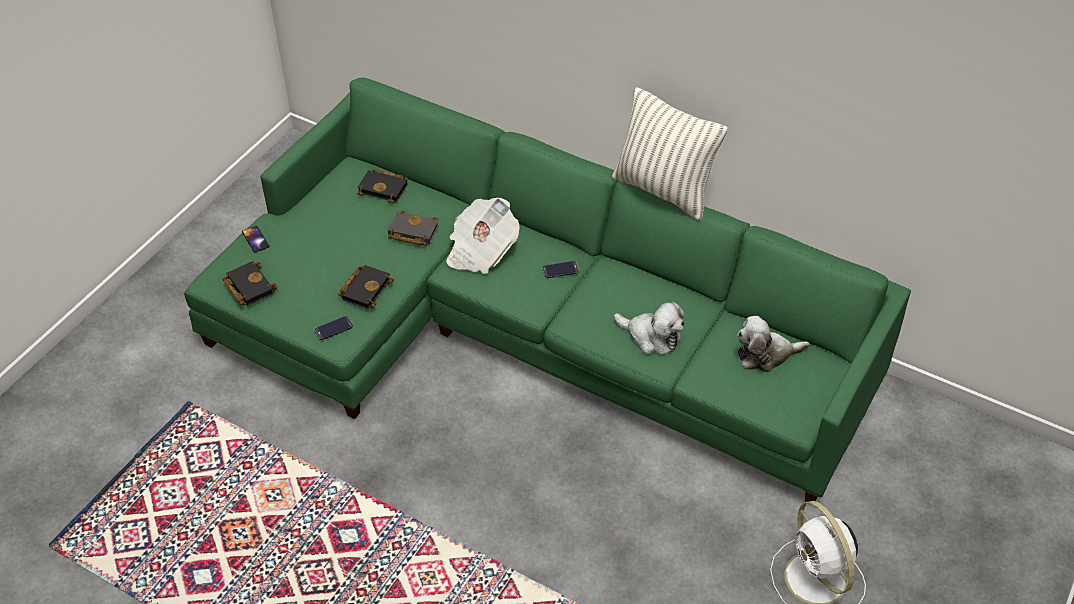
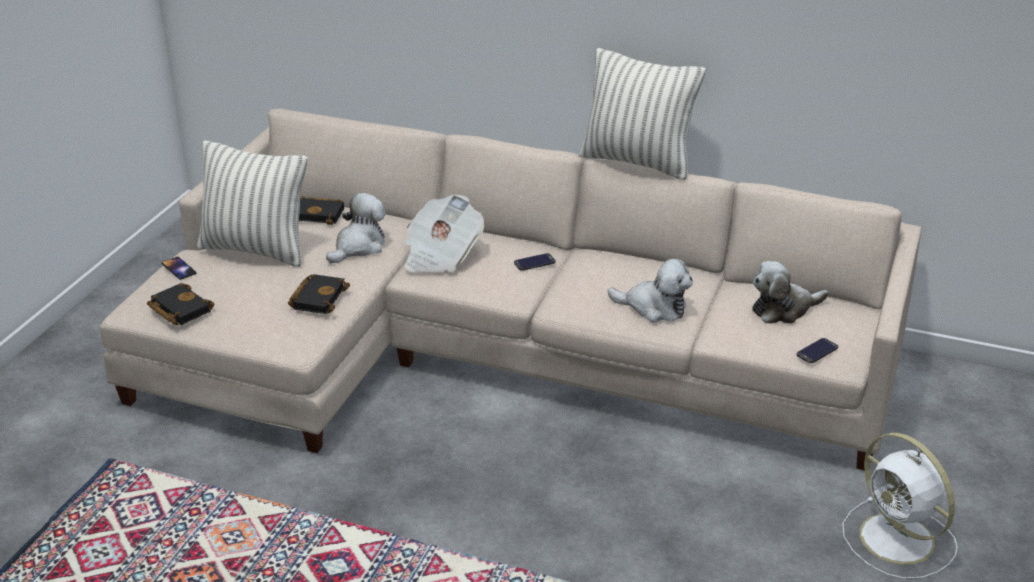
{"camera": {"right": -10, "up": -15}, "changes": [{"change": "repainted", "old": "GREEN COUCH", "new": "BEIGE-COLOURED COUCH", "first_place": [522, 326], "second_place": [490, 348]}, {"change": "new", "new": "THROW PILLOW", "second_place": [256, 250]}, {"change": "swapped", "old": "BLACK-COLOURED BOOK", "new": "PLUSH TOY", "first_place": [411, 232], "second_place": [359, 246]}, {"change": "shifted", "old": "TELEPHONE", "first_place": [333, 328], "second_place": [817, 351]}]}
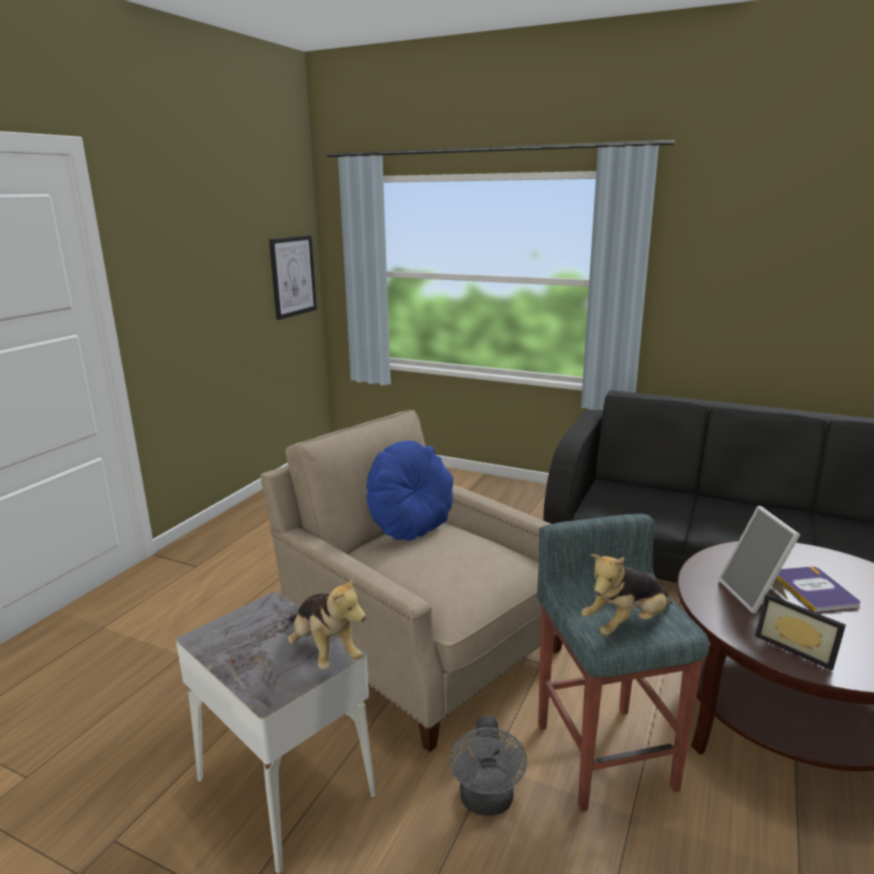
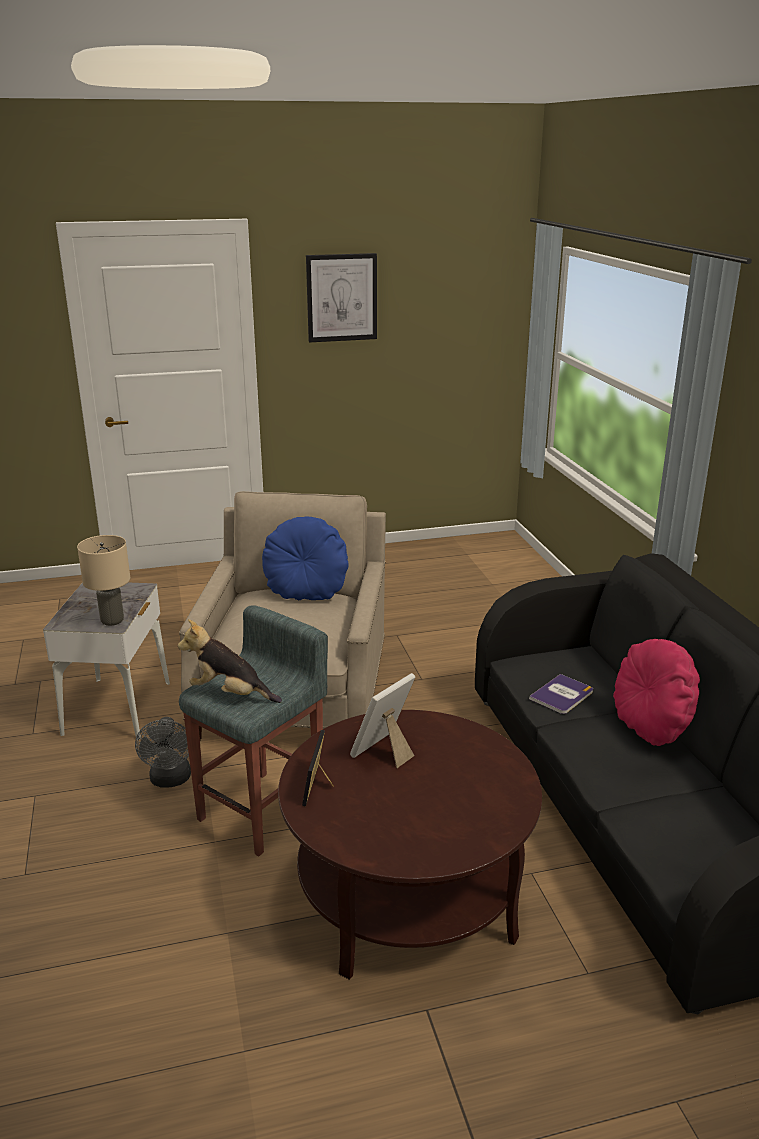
{"camera": {"right": 50, "up": 5}, "changes": [{"change": "swapped", "old": "PLUSH TOY", "new": "BEIGE-COLOURED LAMP FOR A TABLE", "first_place": [324, 651], "second_place": [112, 620]}, {"change": "rotated", "old": "GREYISH FAN", "first_place": [487, 802], "second_place": [170, 780], "degrees": -60}, {"change": "shifted", "old": "WALL ART", "first_place": [293, 276], "second_place": [341, 297]}, {"change": "shifted", "old": "BOOK", "first_place": [814, 589], "second_place": [562, 695]}, {"change": "new", "new": "PINKISH THROW PILLOW", "second_place": [650, 729]}]}
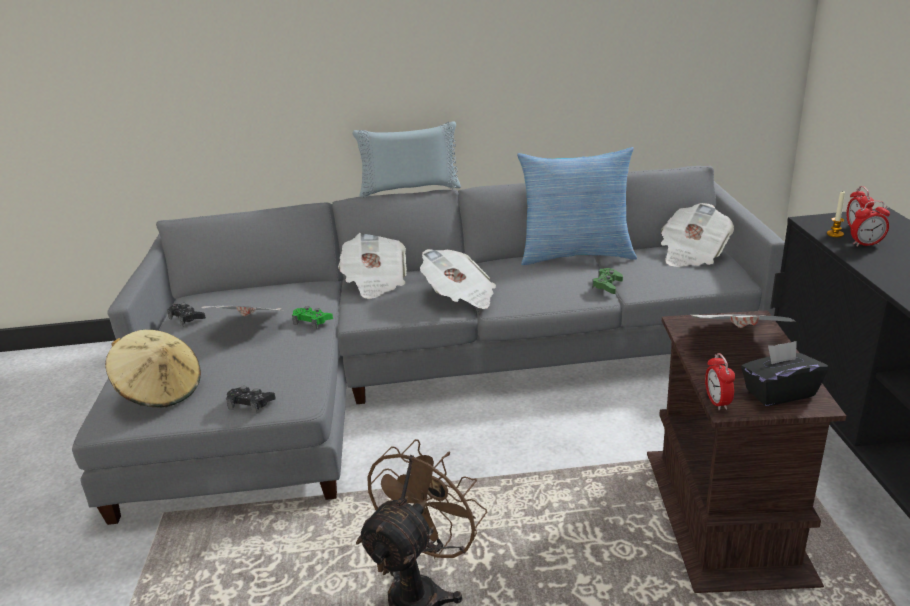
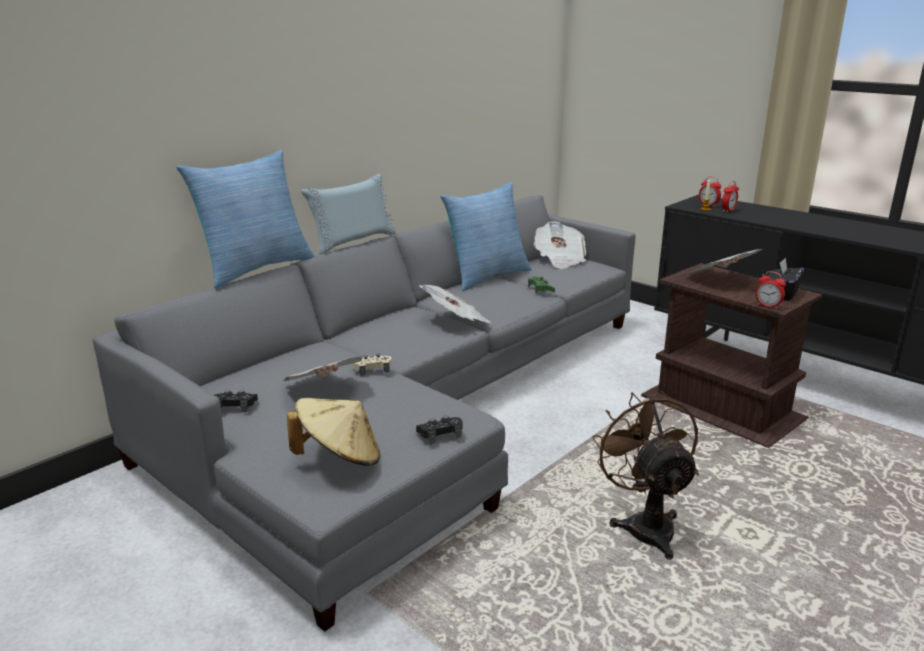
{"camera": {"right": -45, "up": -5}, "changes": [{"change": "new", "new": "THROW PILLOW", "second_place": [255, 269]}, {"change": "repainted", "old": "GREEN JOYPAD", "new": "BEIGE-COLOURED JOYPAD", "first_place": [312, 321], "second_place": [372, 369]}, {"change": "gone", "old": "PRINTED PAPER", "first_place": [375, 282]}]}
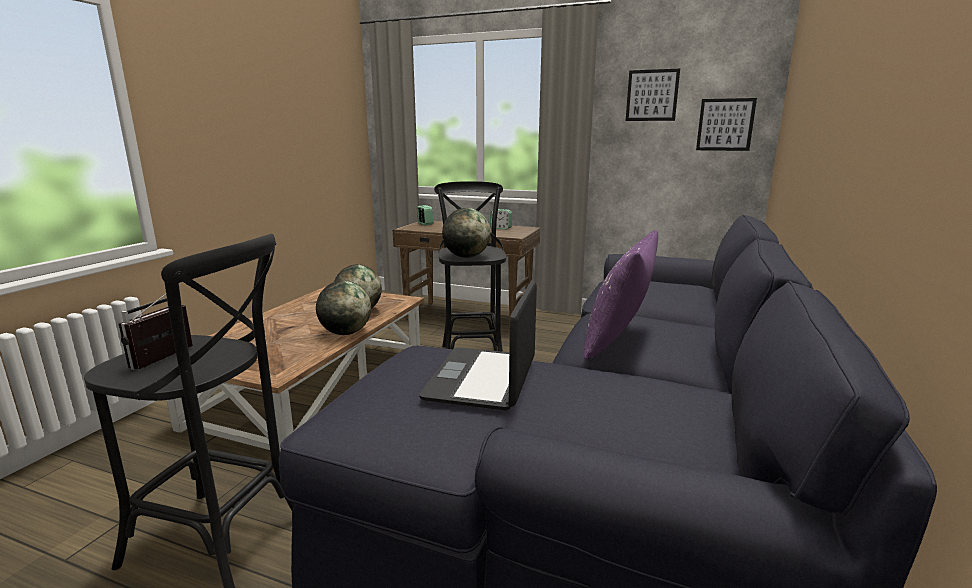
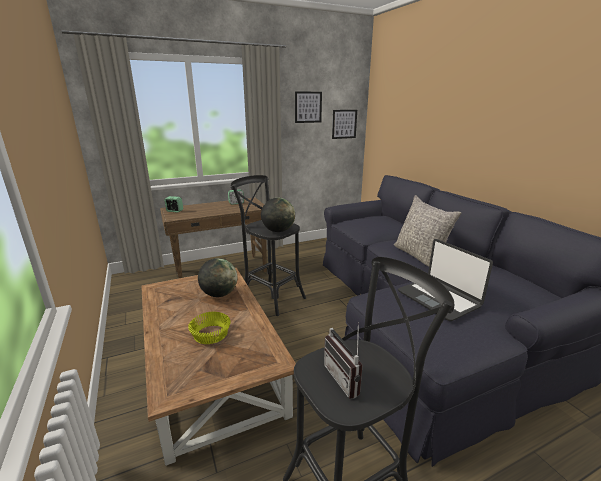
{"camera": {"right": -45, "up": 5}, "changes": [{"change": "new", "new": "YELLOW-COLOURED DEEP DISH", "second_place": [211, 334]}, {"change": "repainted", "old": "PURPLE THROW PILLOW", "new": "GREYISH THROW PILLOW", "first_place": [617, 341], "second_place": [420, 256]}, {"change": "gone", "old": "WORLD GLOBE", "first_place": [345, 333]}]}
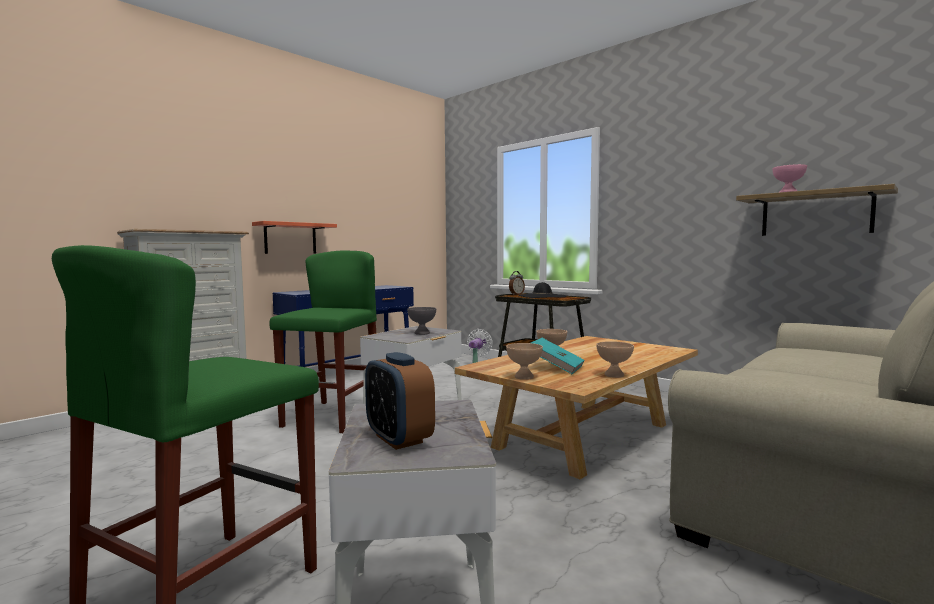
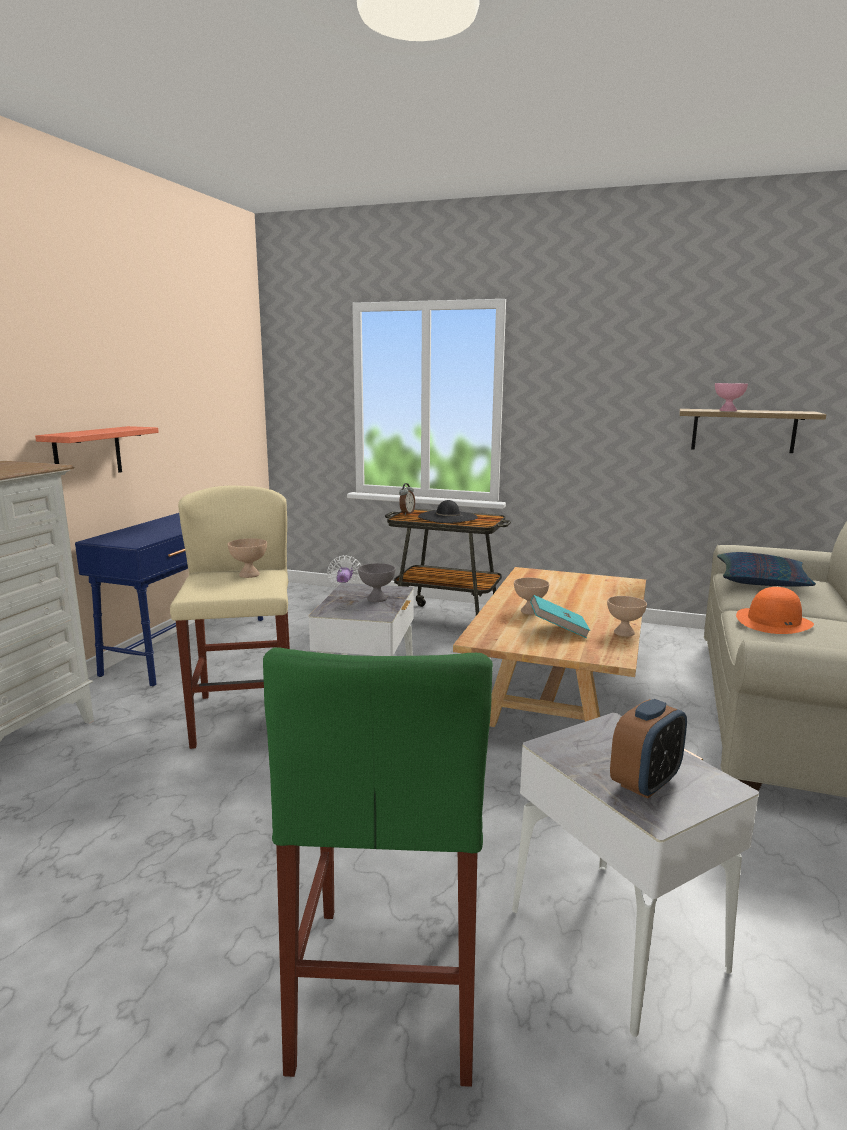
{"camera": {"right": -25, "up": 10}, "changes": [{"change": "repainted", "old": "GREEN SITTING STOOL", "new": "BEIGE-COLOURED SITTING STOOL", "first_place": [332, 416], "second_place": [244, 717]}, {"change": "shifted", "old": "BEIGE-COLOURED DEEP DISH", "first_place": [524, 377], "second_place": [250, 574]}, {"change": "rotated", "old": "TABLE CLOCK", "first_place": [399, 439], "second_place": [645, 783], "degrees": -75}, {"change": "new", "new": "BLUISH THROW PILLOW", "second_place": [761, 582]}, {"change": "new", "new": "ORANGE WEARABLE HAT", "second_place": [774, 622]}]}
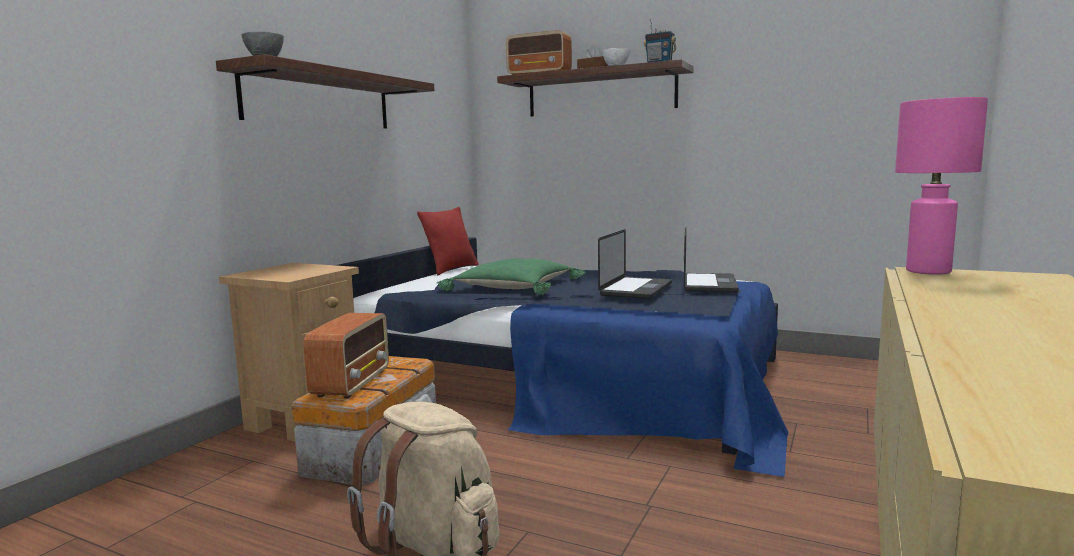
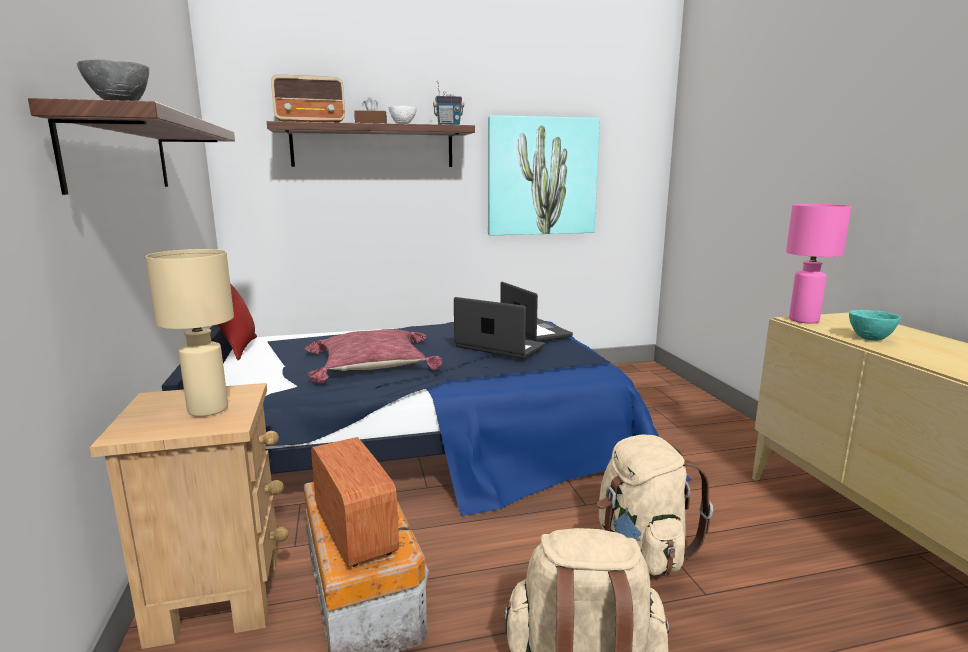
{"camera": {"right": -40, "up": 5}, "changes": [{"change": "new", "new": "BEIGE-COLOURED LAMP FOR A TABLE", "second_place": [207, 410]}, {"change": "repainted", "old": "GREEN THROW PILLOW", "new": "RED-COLOURED THROW PILLOW", "first_place": [513, 285], "second_place": [373, 362]}, {"change": "rotated", "old": "PORTABLE COMPUTER", "first_place": [636, 289], "second_place": [499, 347], "degrees": -45}, {"change": "new", "new": "WALL ART", "second_place": [542, 176]}, {"change": "new", "new": "BEIGE-COLOURED KNAPSACK", "second_place": [642, 550]}, {"change": "new", "new": "TURQUOISE-COLOURED DEEP DISH", "second_place": [870, 339]}]}
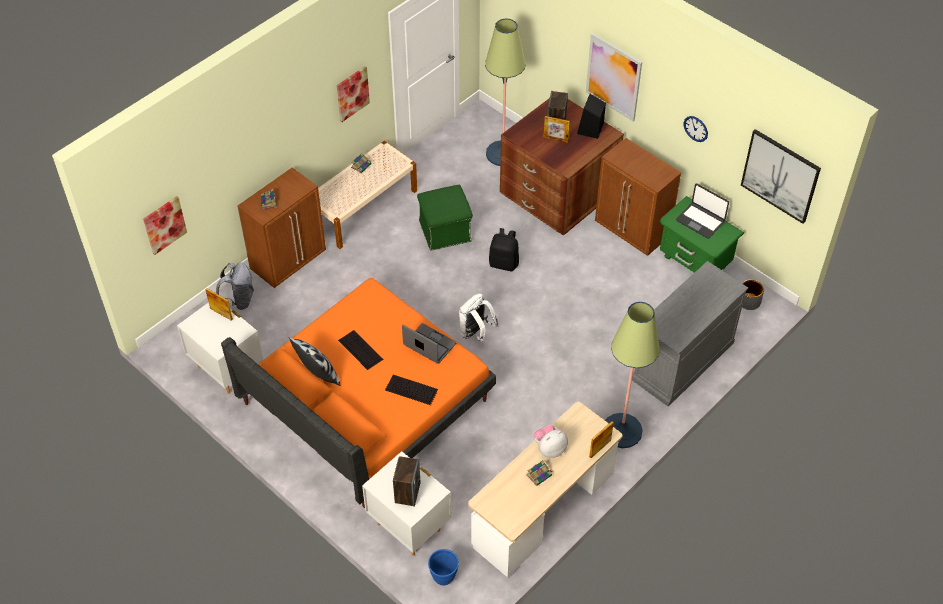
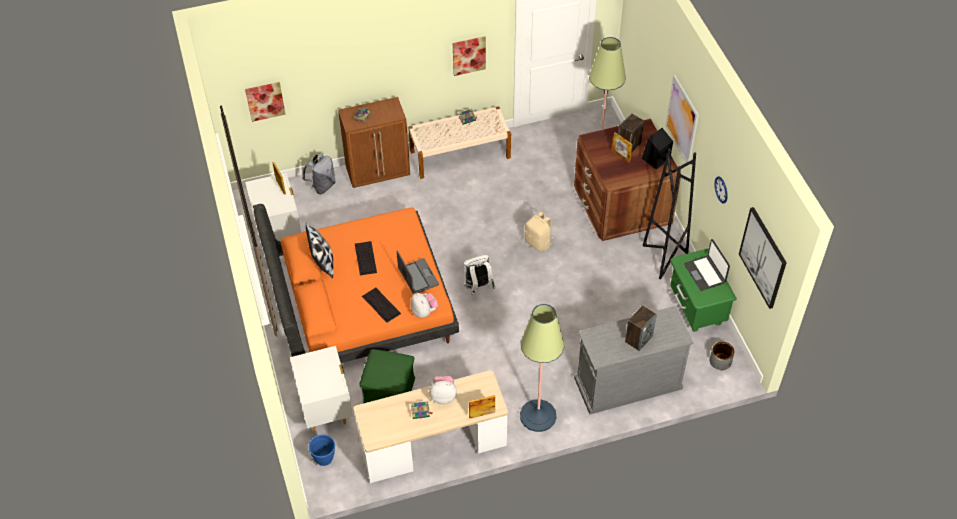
{"camera": {"right": 30, "up": 0}, "changes": [{"change": "shifted", "old": "GREEN OTTOMAN", "first_place": [445, 231], "second_place": [390, 392]}, {"change": "new", "new": "PLUSH TOY", "second_place": [424, 311]}, {"change": "repainted", "old": "BLACK-COLOURED KNAPSACK", "new": "BEIGE-COLOURED KNAPSACK", "first_place": [504, 263], "second_place": [538, 243]}, {"change": "shifted", "old": "SPEAKER", "first_place": [407, 492], "second_place": [638, 339]}, {"change": "swapped", "old": "BROWNISH STORAGE CABINET", "new": "BLACK-COLOURED GARMENT RACK", "first_place": [632, 228], "second_place": [663, 259]}]}
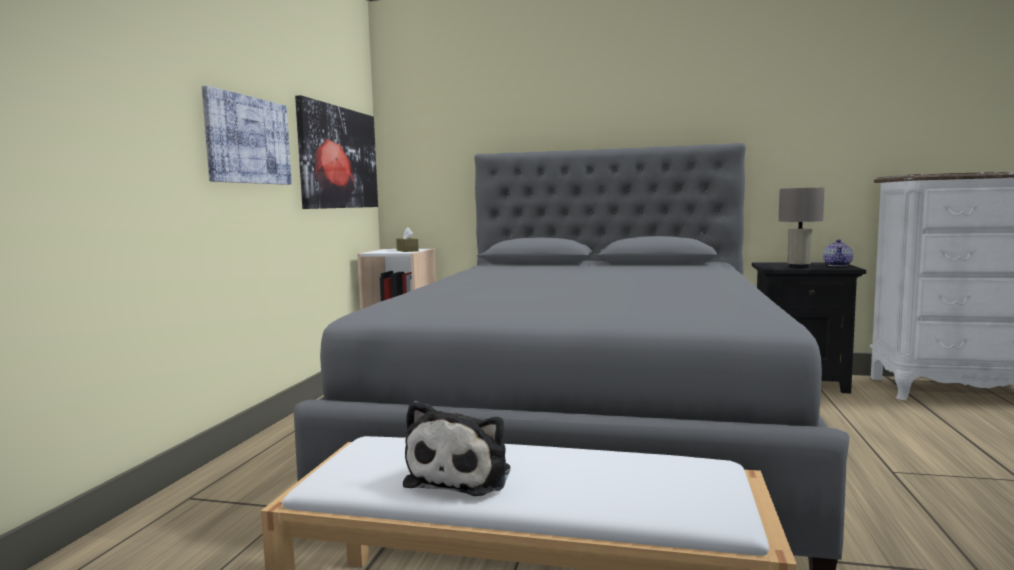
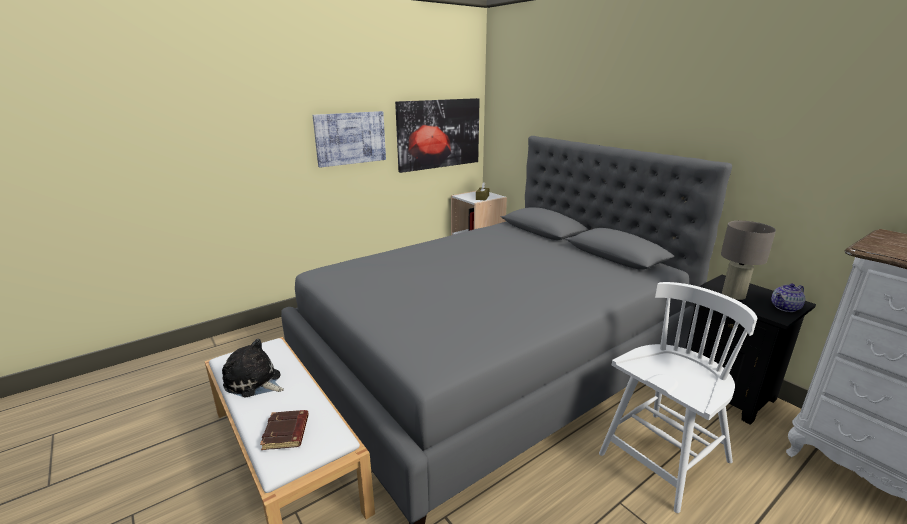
{"camera": {"right": 40, "up": 15}, "changes": [{"change": "rotated", "old": "PLUSH TOY", "first_place": [462, 475], "second_place": [254, 383], "degrees": 60}, {"change": "new", "new": "BROWNISH BOOK", "second_place": [287, 433]}, {"change": "new", "new": "WHITE-COLOURED PLAIN CHAIR", "second_place": [663, 459]}]}
